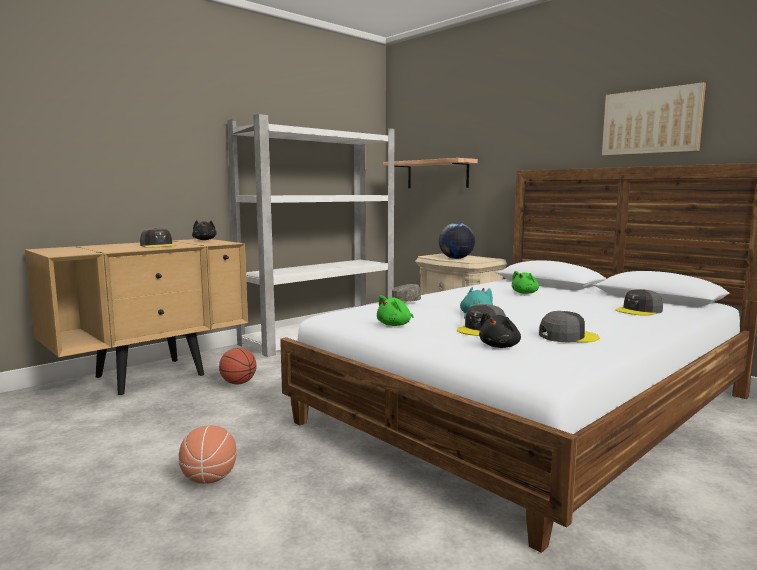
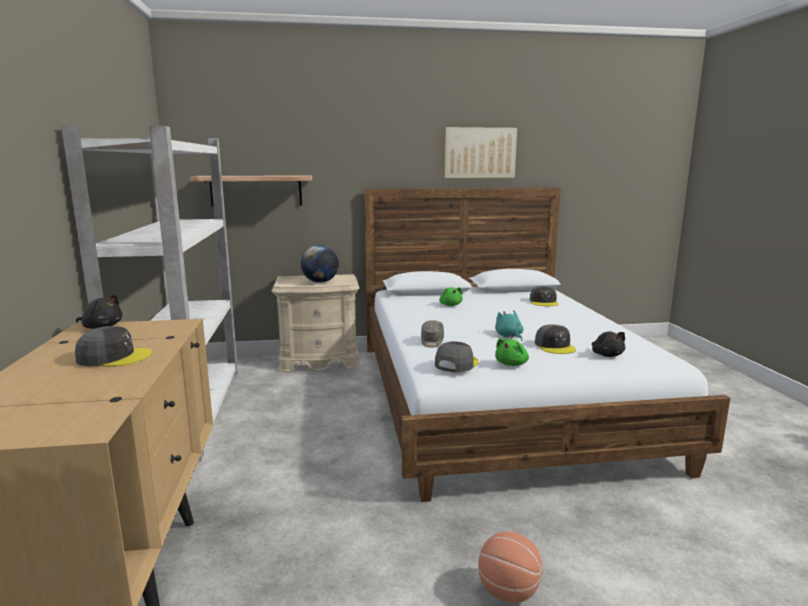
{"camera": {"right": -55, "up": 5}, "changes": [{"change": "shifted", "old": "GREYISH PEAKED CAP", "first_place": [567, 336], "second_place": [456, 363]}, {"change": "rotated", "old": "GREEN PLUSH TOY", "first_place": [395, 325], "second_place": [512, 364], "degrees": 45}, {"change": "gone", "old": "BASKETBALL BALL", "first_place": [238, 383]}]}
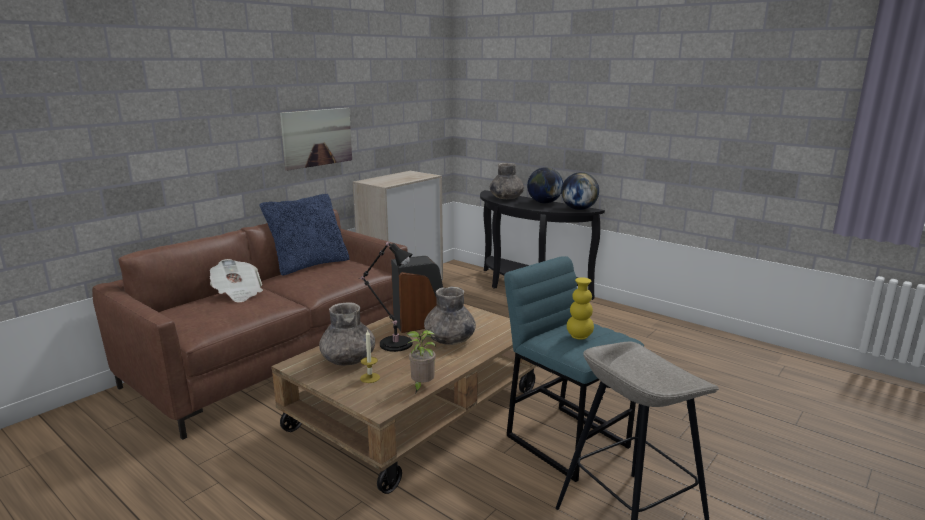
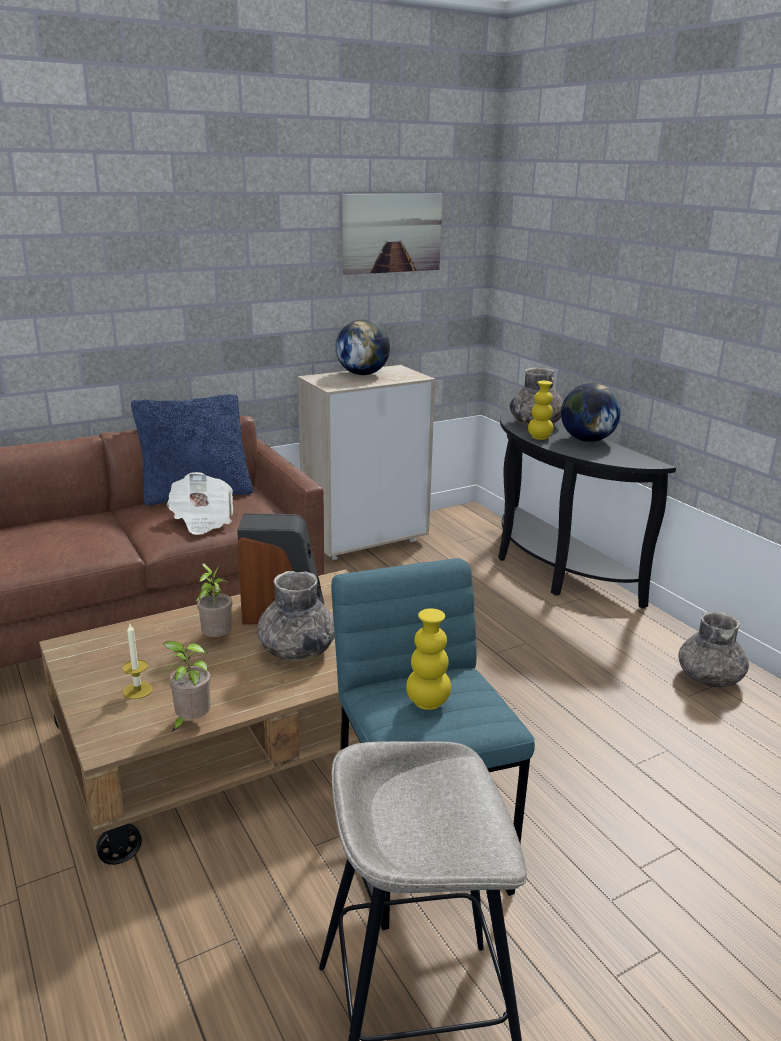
{"camera": {"right": 20, "up": 5}, "changes": [{"change": "shifted", "old": "PRINTED PAPER", "first_place": [238, 293], "second_place": [202, 520]}, {"change": "swapped", "old": "BLACK-COLOURED LAMP FOR A TABLE", "new": "HOUSEPLANT", "first_place": [393, 343], "second_place": [217, 639]}, {"change": "shifted", "old": "WORLD GLOBE", "first_place": [578, 209], "second_place": [362, 374]}, {"change": "shifted", "old": "WALL ART", "first_place": [317, 137], "second_place": [392, 233]}, {"change": "new", "new": "YELLOW-COLOURED VASE", "second_place": [539, 438]}, {"change": "shifted", "old": "GREYISH VASE", "first_place": [348, 359], "second_place": [709, 678]}]}
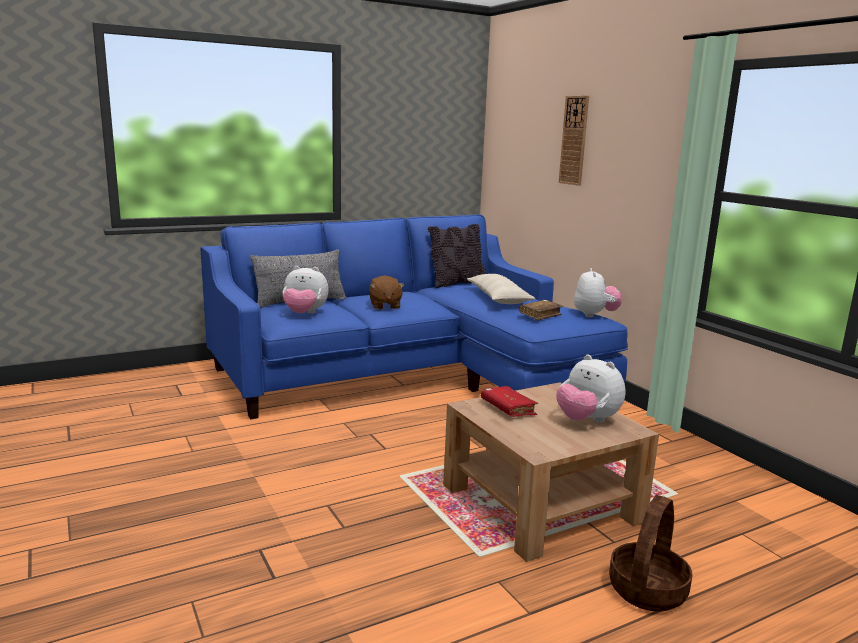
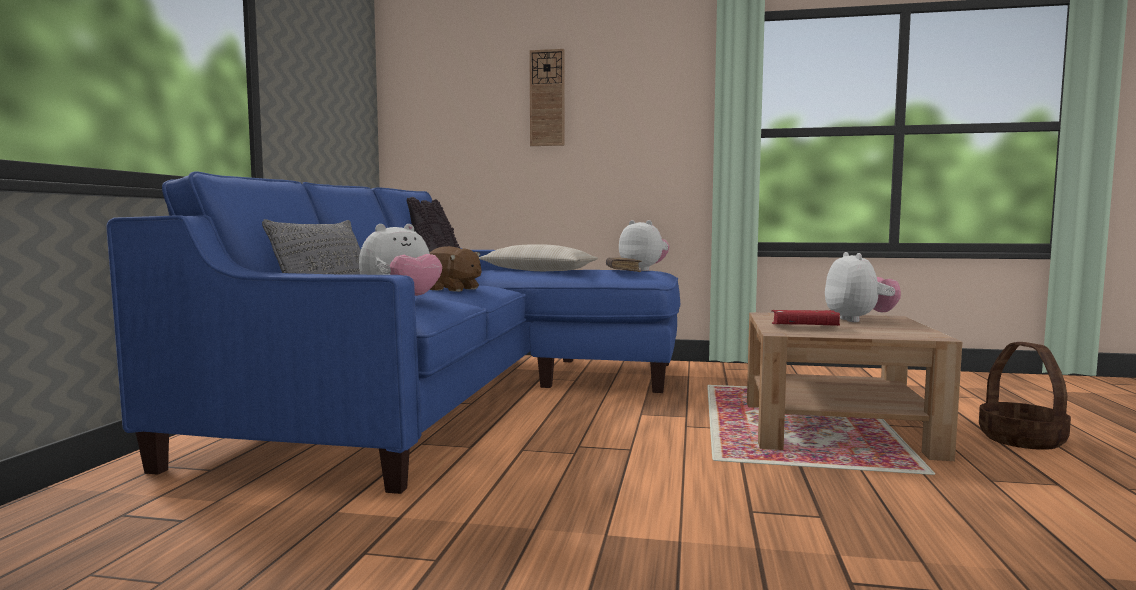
{"camera": {"right": -50, "up": -10}, "changes": [{"change": "rotated", "old": "PLUSH TOY", "first_place": [587, 420], "second_place": [859, 320], "degrees": -90}]}
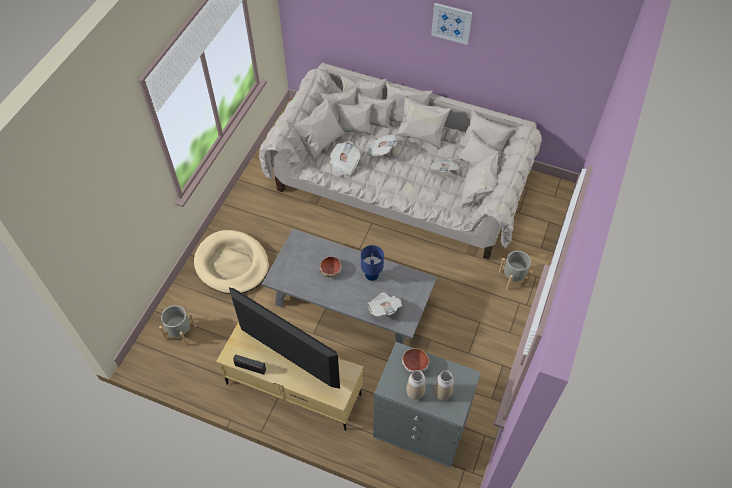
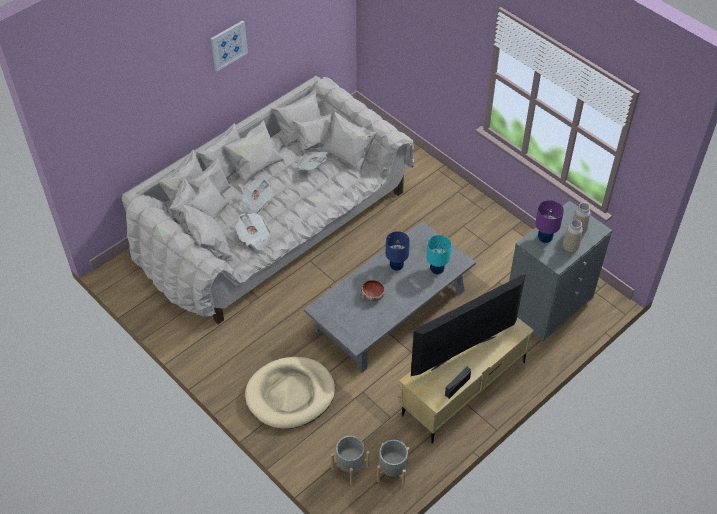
{"camera": {"right": -65, "up": -5}, "changes": [{"change": "shifted", "old": "GREYISH PLANTER", "first_place": [513, 278], "second_place": [392, 471]}, {"change": "swapped", "old": "PRINTED PAPER", "new": "TURQUOISE-COLOURED LAMP FOR A TABLE", "first_place": [384, 308], "second_place": [436, 270]}, {"change": "swapped", "old": "DEEP DISH", "new": "PURPLE LAMP FOR A TABLE", "first_place": [415, 365], "second_place": [544, 238]}]}
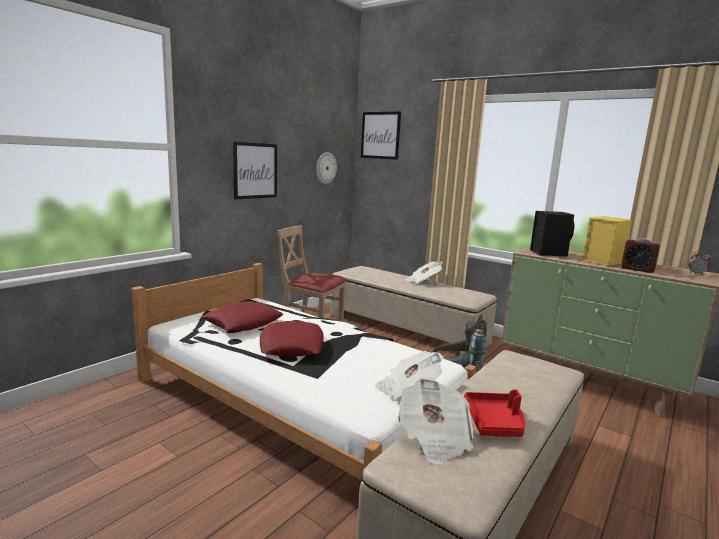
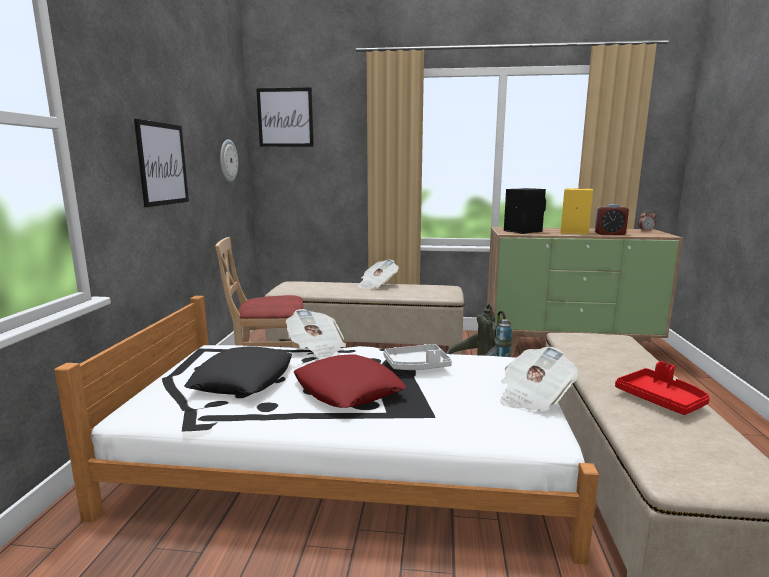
{"camera": {"right": -30, "up": 0}, "changes": [{"change": "repainted", "old": "RED-COLOURED THROW PILLOW", "new": "BLACK-COLOURED THROW PILLOW", "first_place": [243, 323], "second_place": [243, 379]}, {"change": "shifted", "old": "PRINTED PAPER", "first_place": [434, 438], "second_place": [316, 348]}, {"change": "new", "new": "WHITE-COLOURED SERVING TRAY", "second_place": [417, 366]}]}
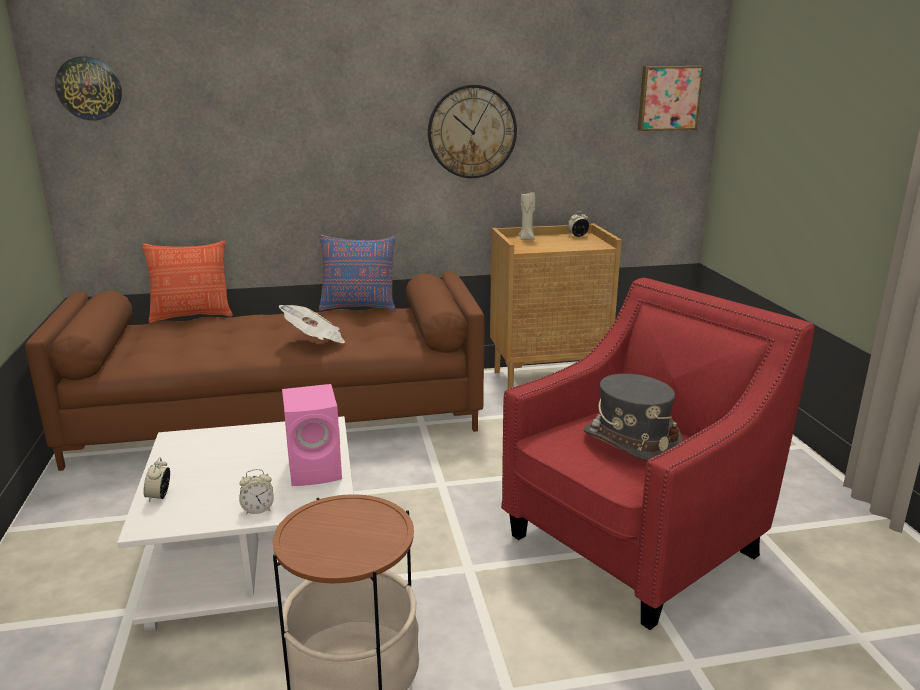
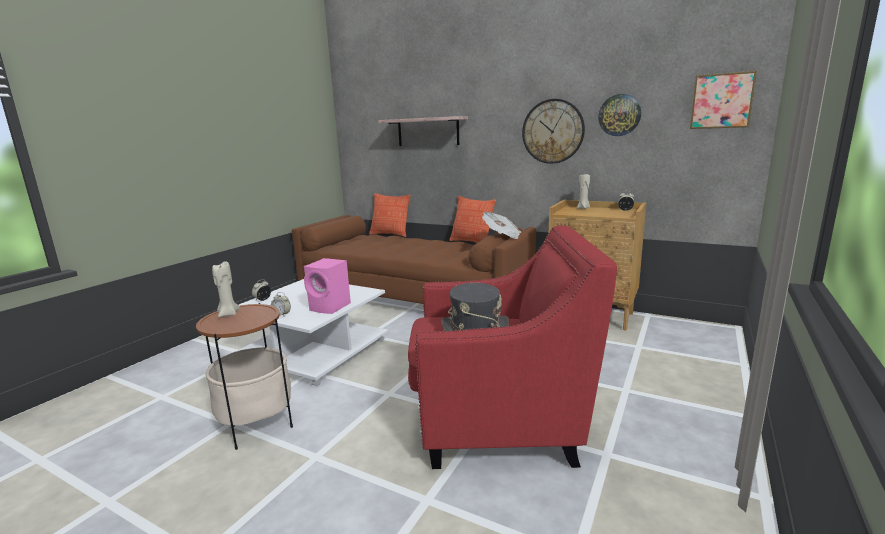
{"camera": {"right": 40, "up": -5}, "changes": [{"change": "new", "new": "BEIGE-COLOURED WAX LIGHT", "second_place": [228, 314]}, {"change": "new", "new": "BRACKET SHELF", "second_place": [428, 132]}, {"change": "repainted", "old": "BLUISH THROW PILLOW", "new": "ORANGE THROW PILLOW", "first_place": [359, 307], "second_place": [472, 242]}, {"change": "shifted", "old": "PRINTED PAPER", "first_place": [315, 340], "second_place": [502, 236]}, {"change": "shifted", "old": "WALL CLOCK", "first_place": [89, 88], "second_place": [619, 115]}]}
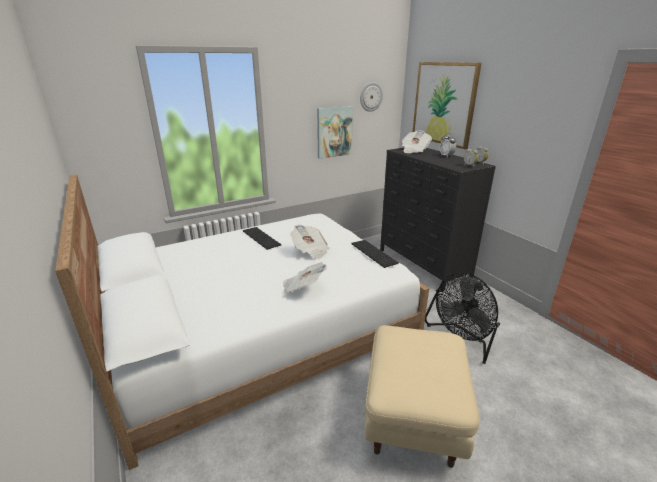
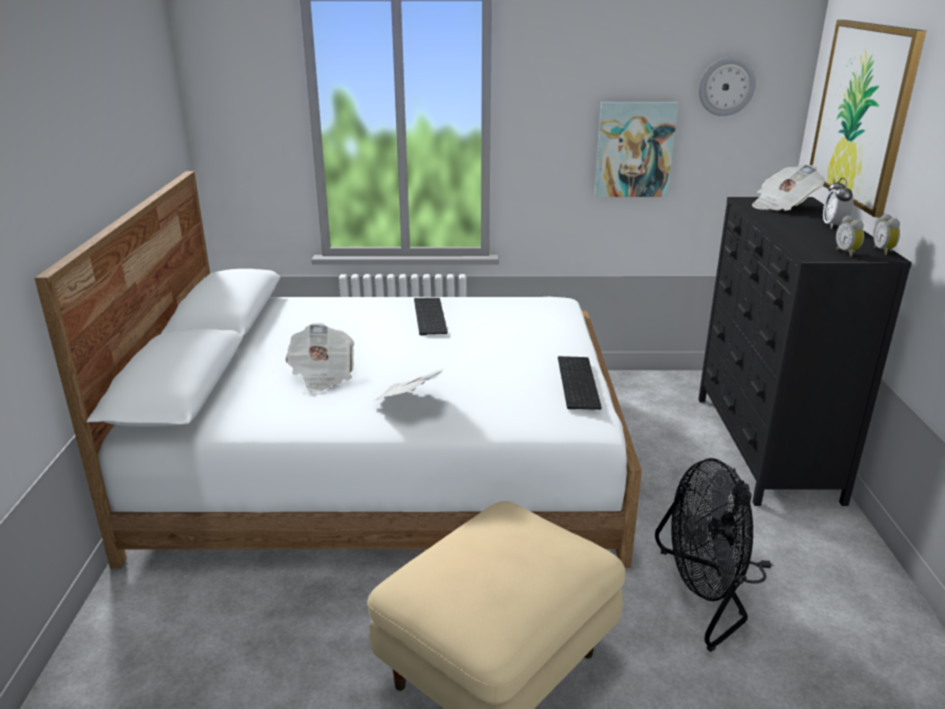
{"camera": {"right": 30, "up": 0}, "changes": [{"change": "shifted", "old": "PRINTED PAPER", "first_place": [310, 251], "second_place": [322, 375]}]}
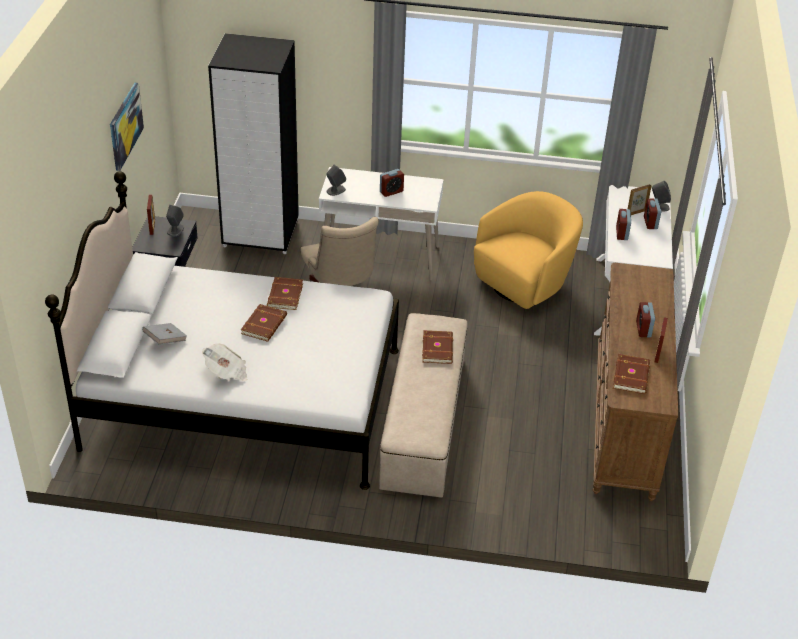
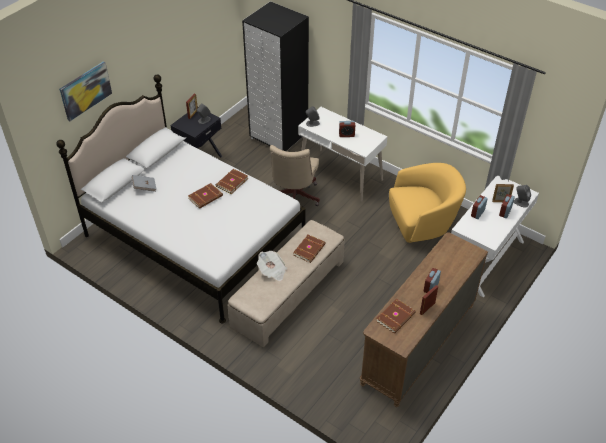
{"camera": {"right": 30, "up": 5}, "changes": [{"change": "shifted", "old": "WALL ART", "first_place": [125, 126], "second_place": [85, 90]}, {"change": "shifted", "old": "PRINTED PAPER", "first_place": [227, 372], "second_place": [272, 271]}]}
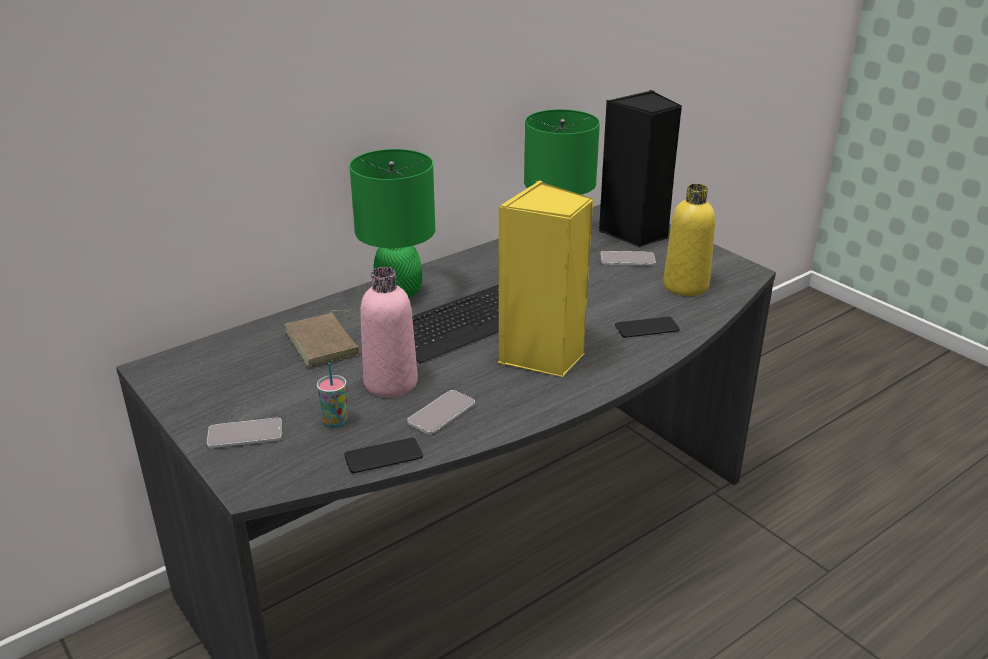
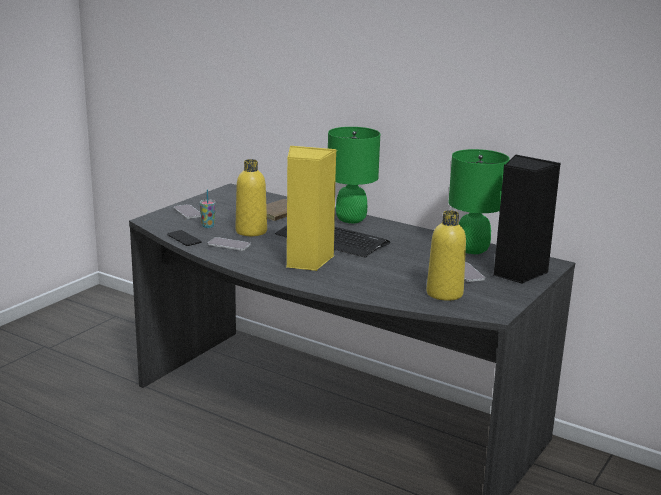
{"camera": {"right": 70, "up": -10}, "changes": [{"change": "repainted", "old": "PINKISH BOTTLE", "new": "YELLOW-COLOURED BOTTLE", "first_place": [390, 383], "second_place": [251, 231]}, {"change": "gone", "old": "TELEPHONE", "first_place": [647, 328]}]}
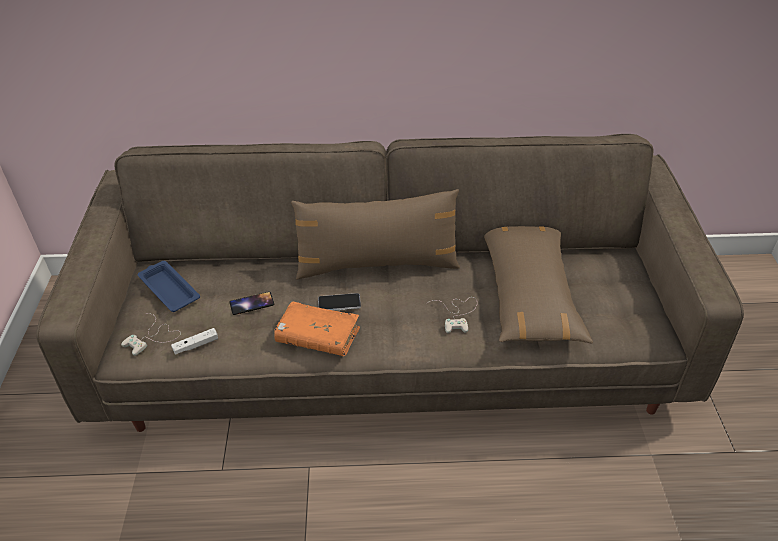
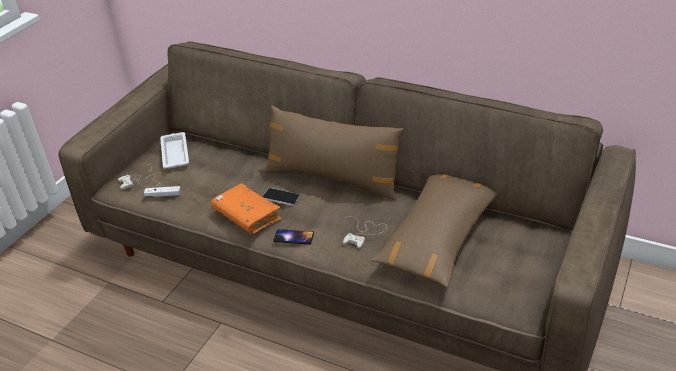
{"camera": {"right": 30, "up": -5}, "changes": [{"change": "repainted", "old": "BLUISH SERVING TRAY", "new": "WHITE-COLOURED SERVING TRAY", "first_place": [169, 289], "second_place": [175, 153]}, {"change": "shifted", "old": "TELEPHONE", "first_place": [252, 303], "second_place": [293, 237]}]}
